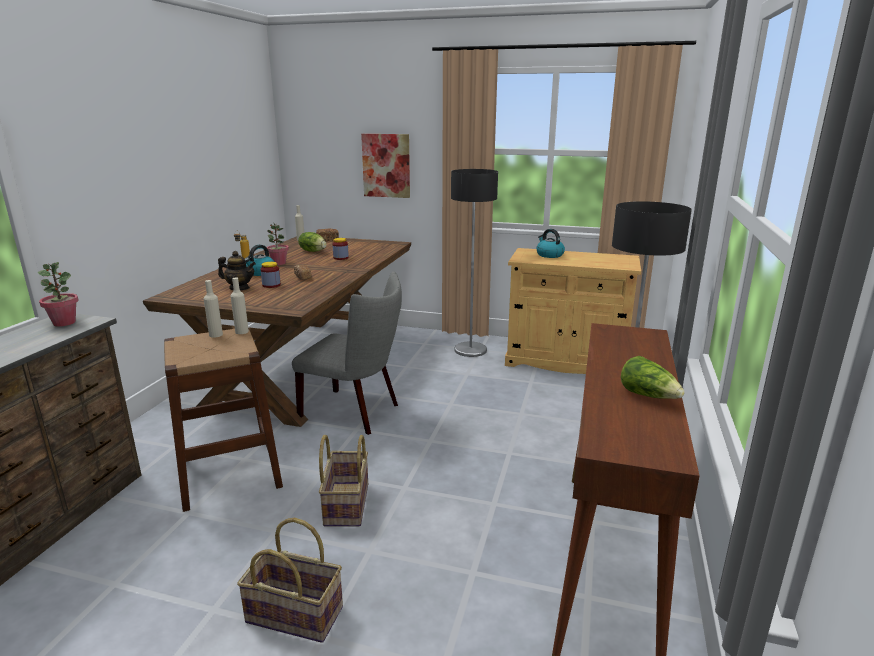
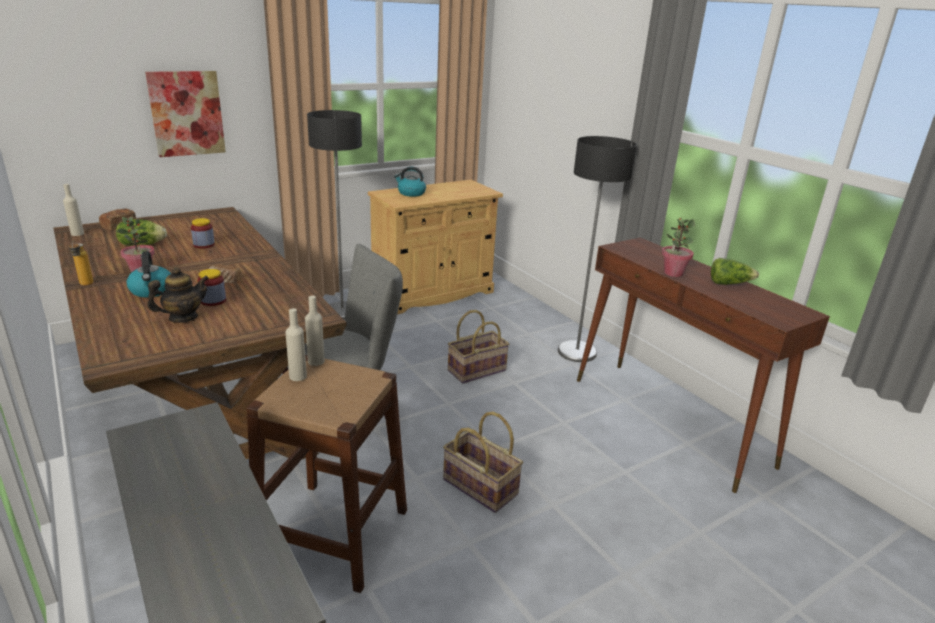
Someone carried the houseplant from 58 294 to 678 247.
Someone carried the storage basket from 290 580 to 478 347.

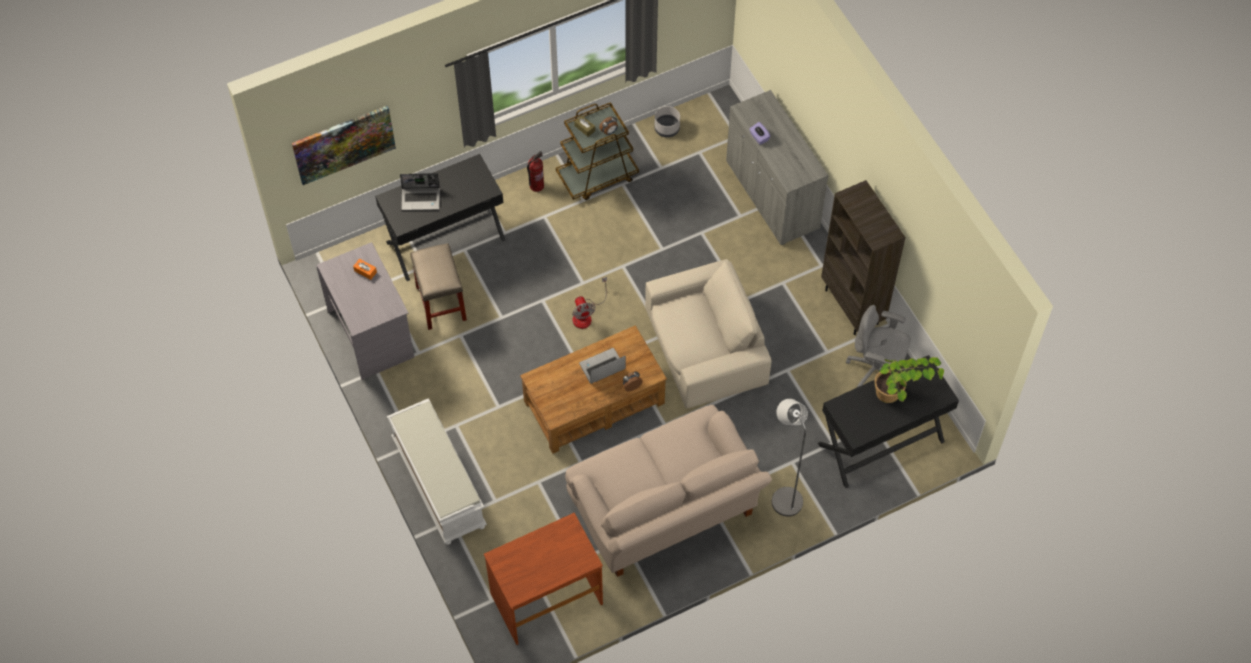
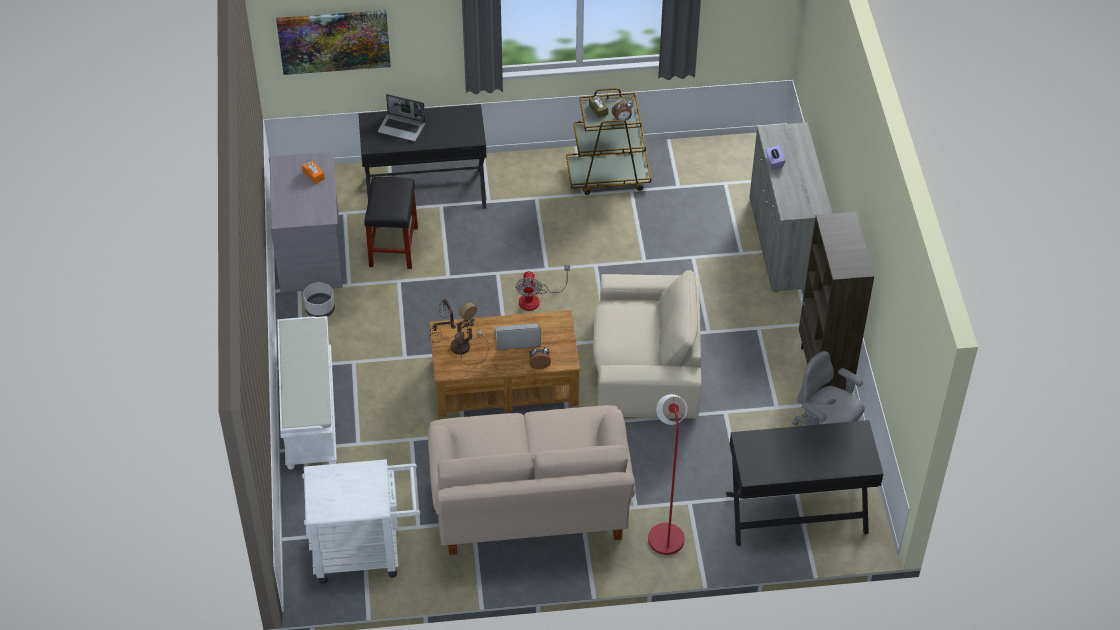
Someone took away the extinguisher at 535 171.
Someone took away the houseplant at 909 380.
Someone put down the table lamp at 459 331.
Someone carried the plant pot (gray) from 667 121 to 319 299.
Someone swapped the desk (brownish) at 543 579 for the cart (white-coloured) at 361 521.
Someone repainted the sitting stool (beige-coloured) at 438 286, which became the sitting stool (black-coloured) at 391 223.
Someone repainted the standard lamp (gray) at 790 457, which became the standard lamp (reddish) at 668 474.

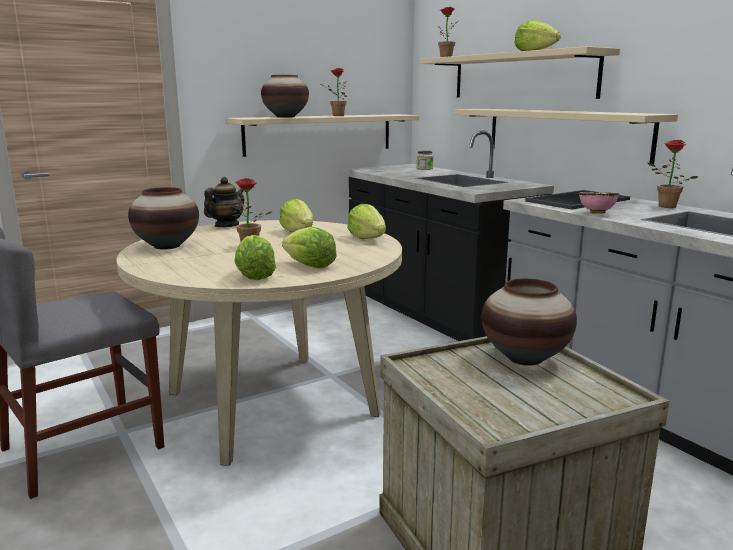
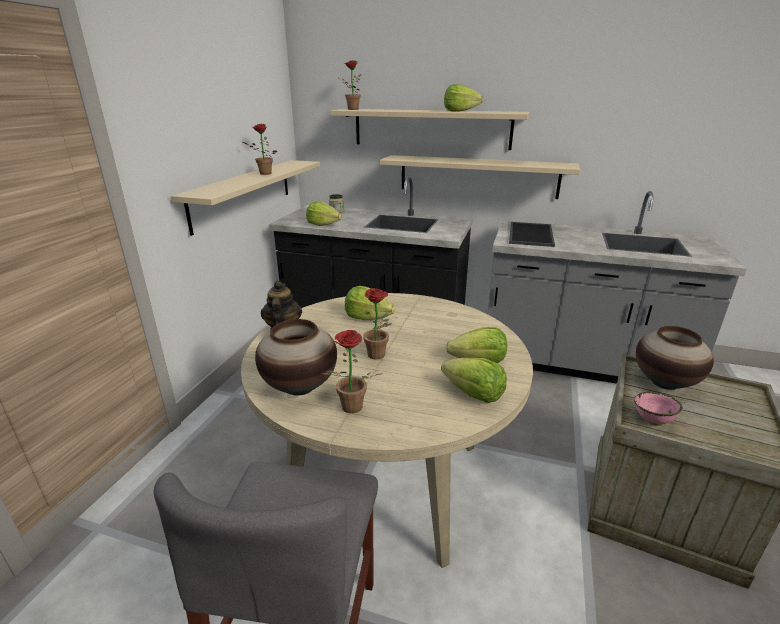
Someone took away the decorative vase at 285 96.
Someone carried the lettuce from 366 221 to 323 213.
Someone carried the bowl (pinkish) from 599 203 to 658 409.
Someone carried the houseplant from 673 174 to 351 371.

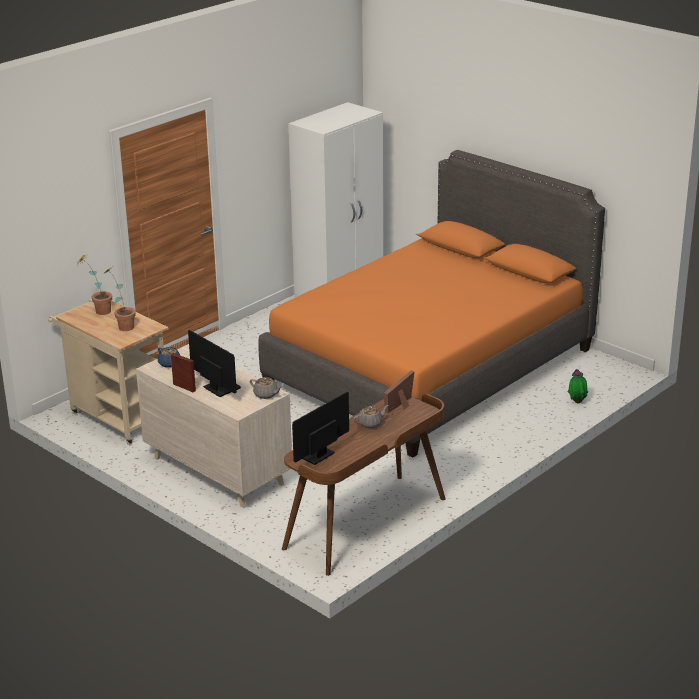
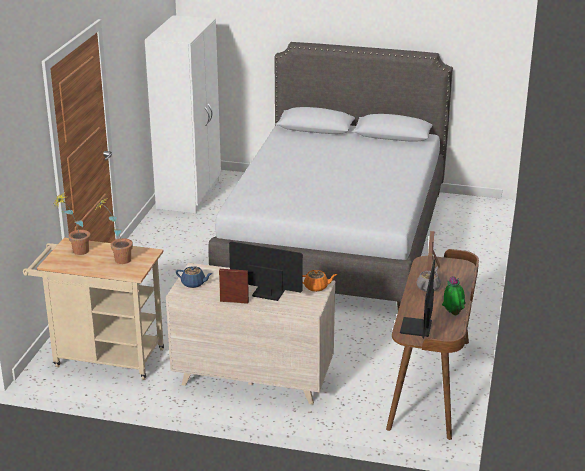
Someone carried the houseplant from 578 386 to 454 295.
Someone repainted the pot for tea (gray) at 266 388, which became the pot for tea (orange) at 319 281.
Someone repainted the bed (orange) at 431 304, which became the bed (gray) at 330 176.

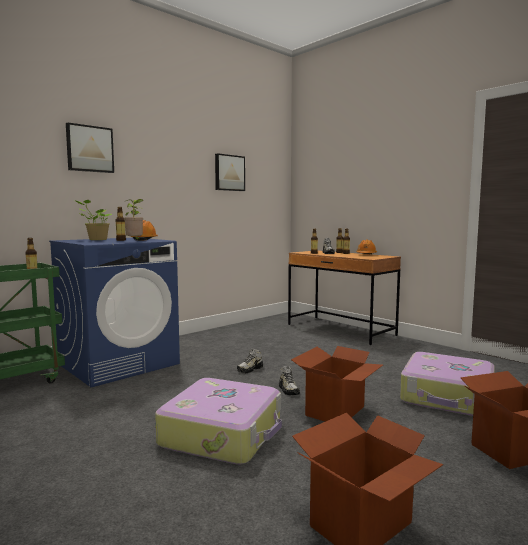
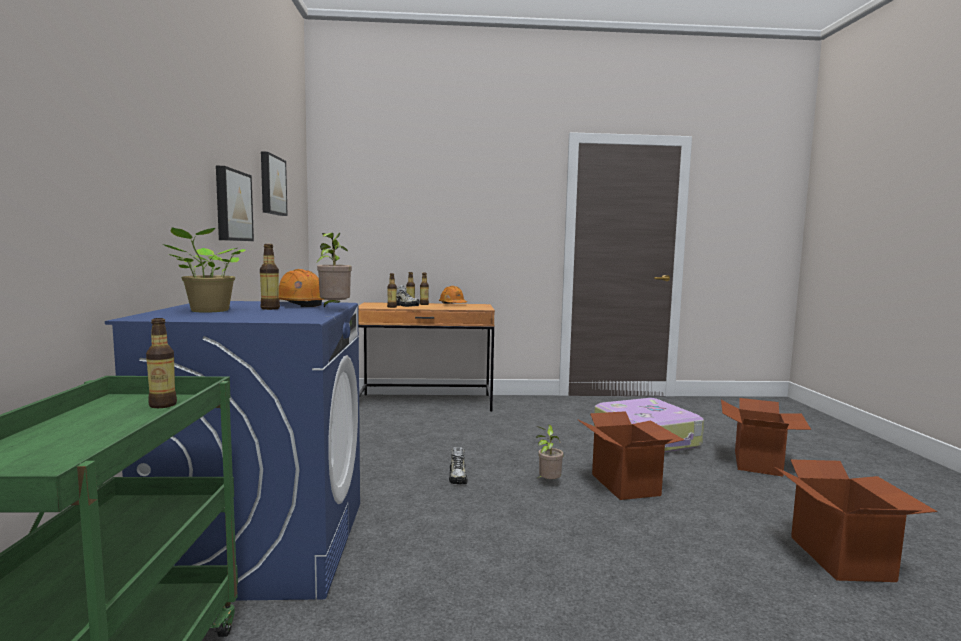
Someone took away the travel case at 218 421.
Someone carried the picture from 90 147 to 235 203.
Someone swapped the low shoe at 289 380 for the houseplant at 550 452.

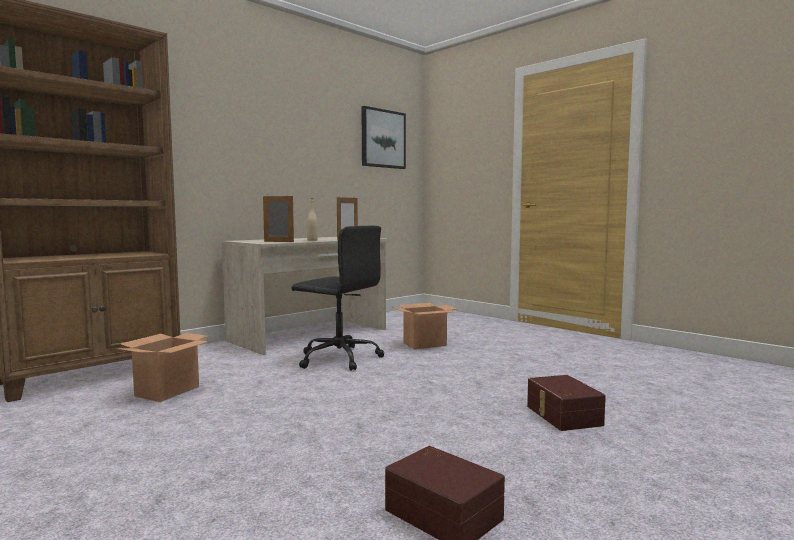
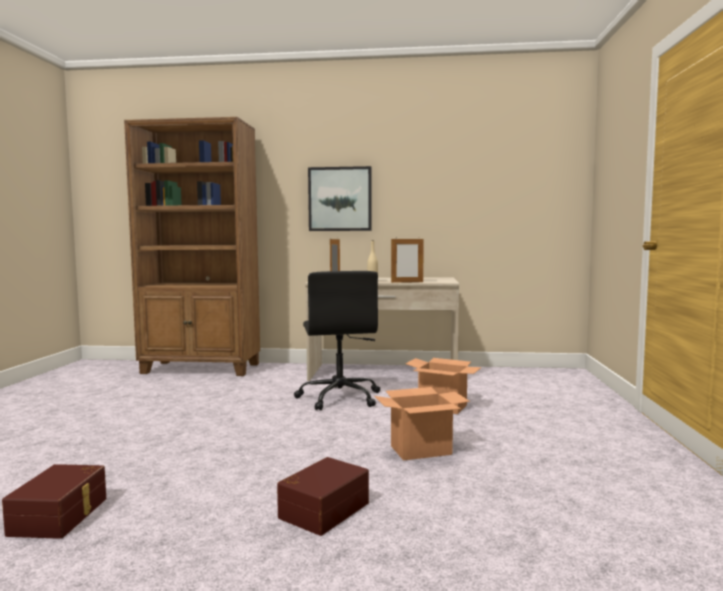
Someone carried the cardboard box from 163 367 to 422 424.
Someone carried the picture from 383 137 to 340 198.

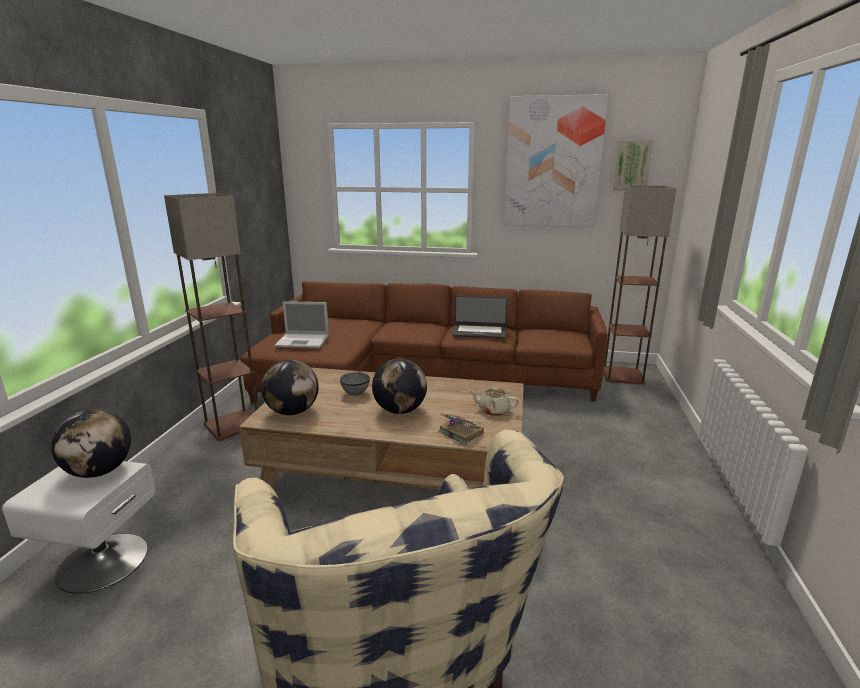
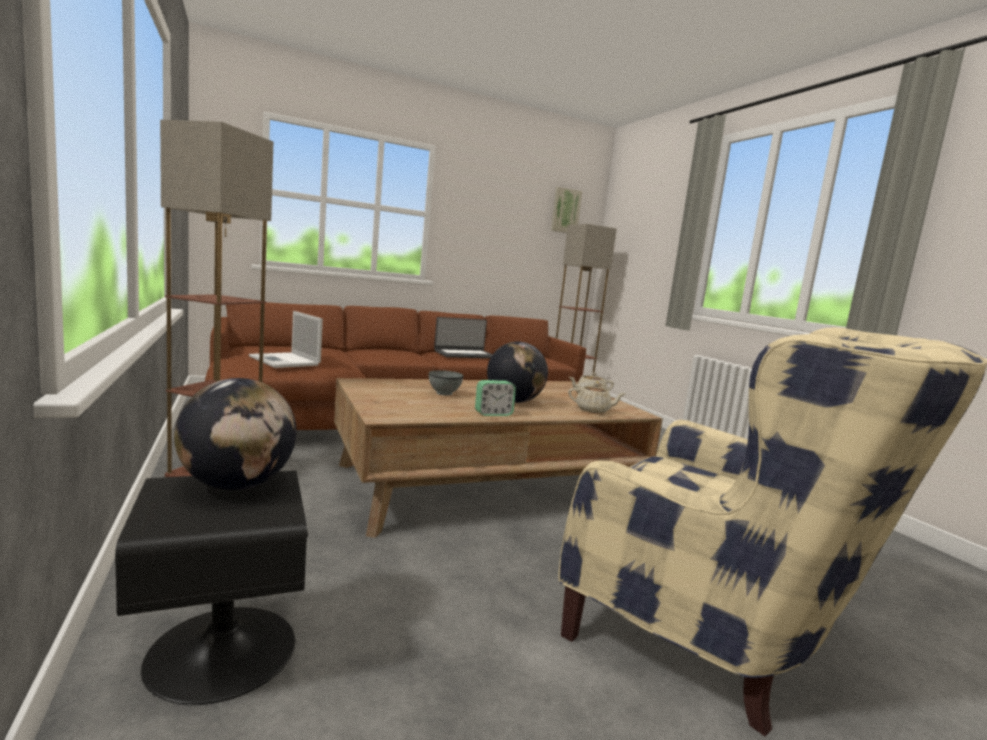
Someone took away the world globe at 290 387.
Someone took away the picture at 556 160.
Someone put down the table clock at 495 398.
Someone swapped the bound book at 461 429 for the pot for tea (beige-coloured) at 597 398.
Someone repainted the bedside table (white-coloured) at 79 527, which became the bedside table (black-coloured) at 211 588.
Someone rotated the notebook computer at 301 324 by 75 degrees clockwise.

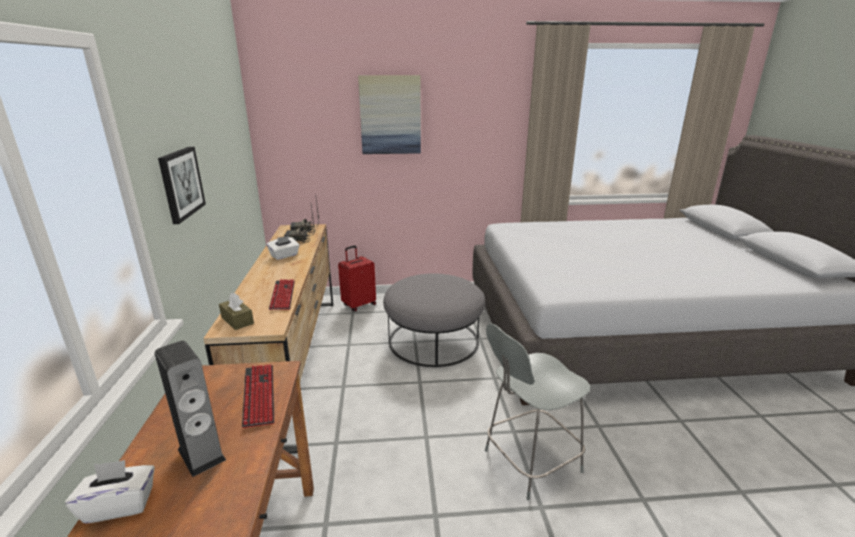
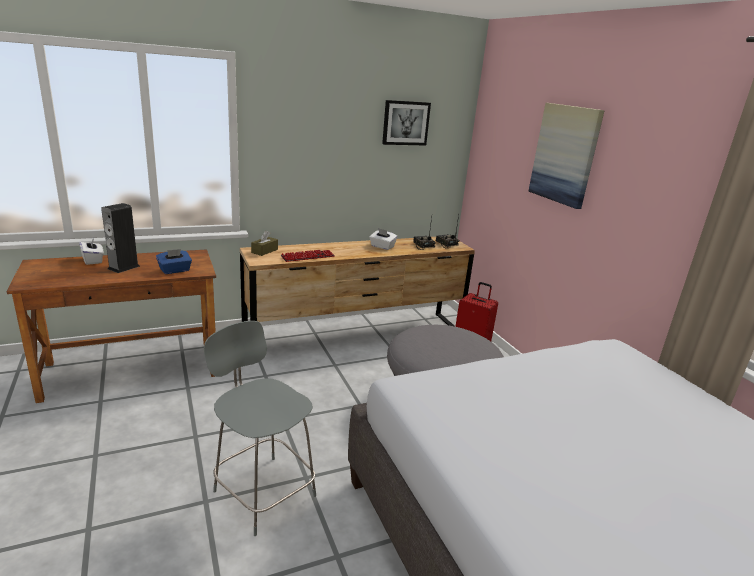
Someone carried the picture from 182 185 to 406 123.
Someone swapped the keyboard at 258 396 for the tissue box (blue-coloured) at 174 261.

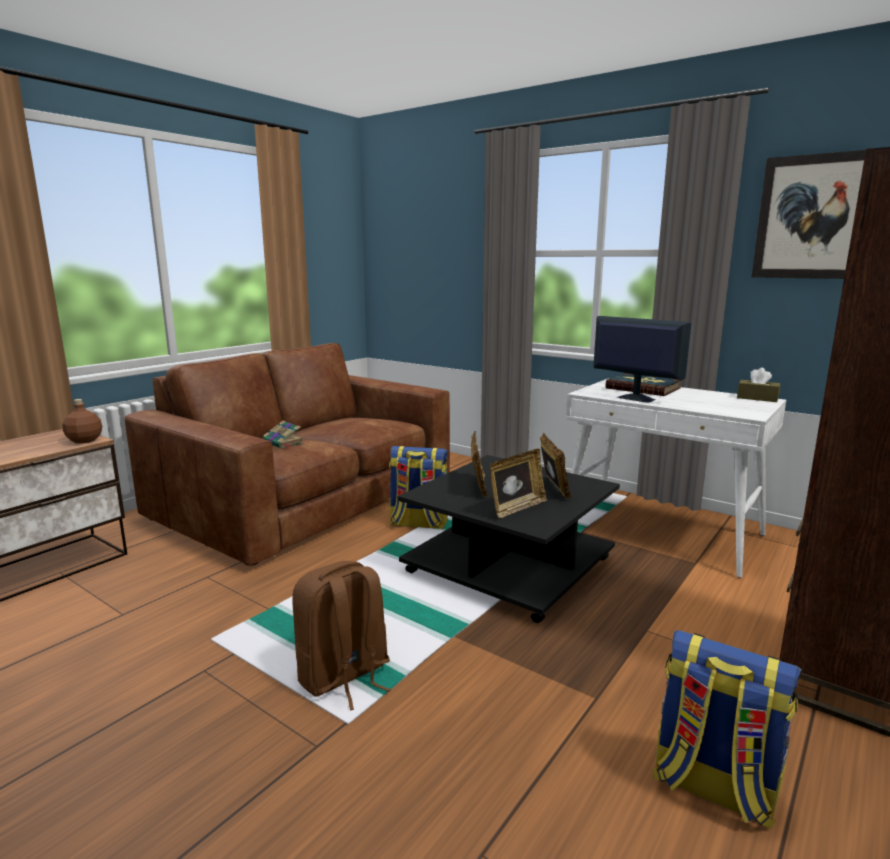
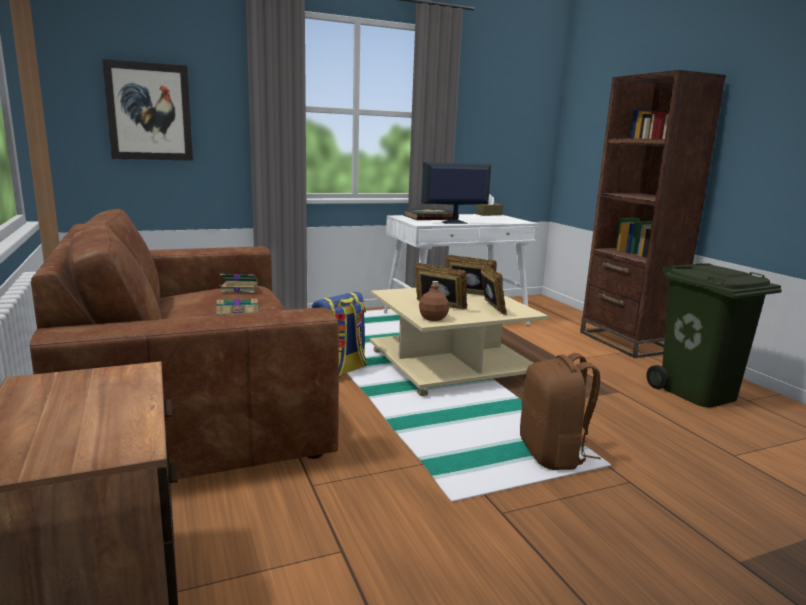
Someone put down the bound book at 238 283.
Someone carried the bottle (brownish) from 82 421 to 434 301.
Someone carried the picture from 808 214 to 147 110.
Someone swapped the knapsack at 727 729 for the rubbish bin (greenish) at 714 335.
Someone repainted the lounge table (black-coloured) at 509 539, which became the lounge table (beige-coloured) at 459 342.

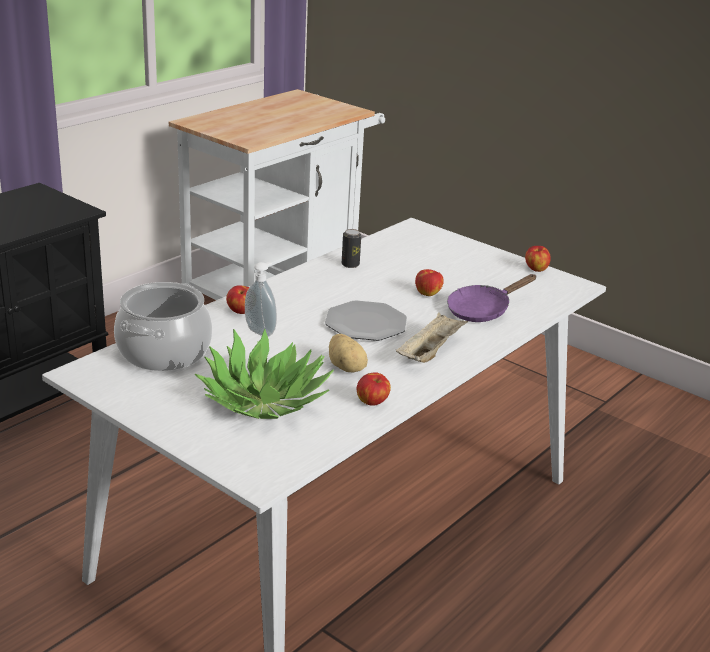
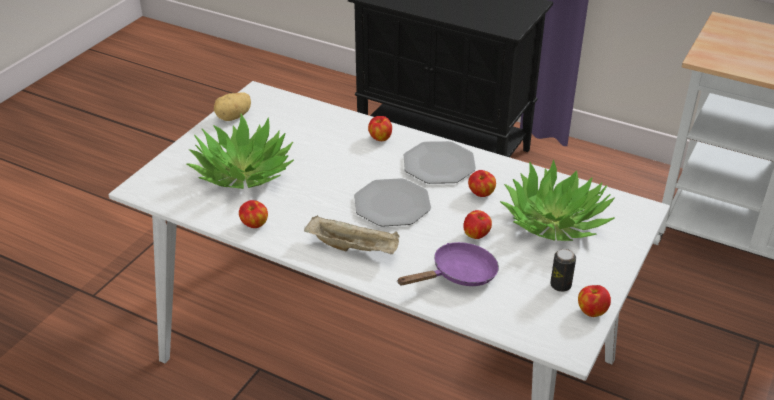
Someone took away the cooking pot at 163 326.
Someone took away the soap bottle at 261 299.
Someone put down the flat dish at 440 162.
Someone put down the apple at 482 183.
Someone put down the houseplant at 557 200.
Someone carried the whole potato from 348 353 to 232 106.
Someone carried the can from 351 248 to 563 270.
Someone rotated the skillet (purplish) at 492 298 by 105 degrees clockwise.

